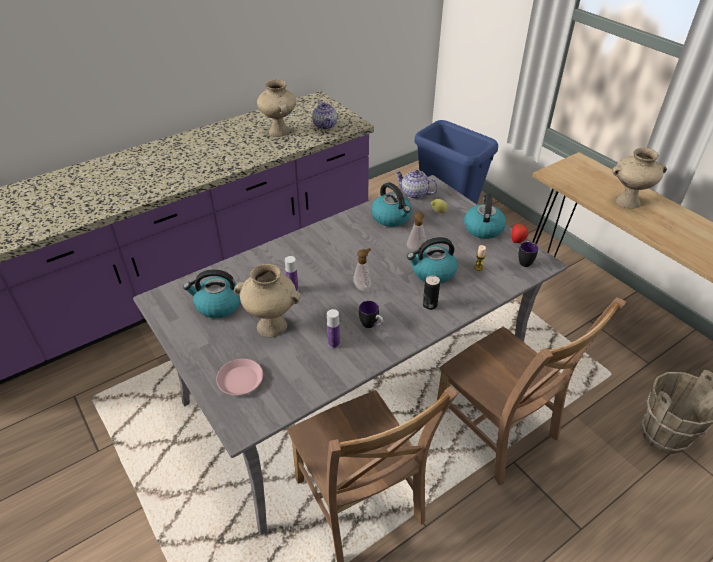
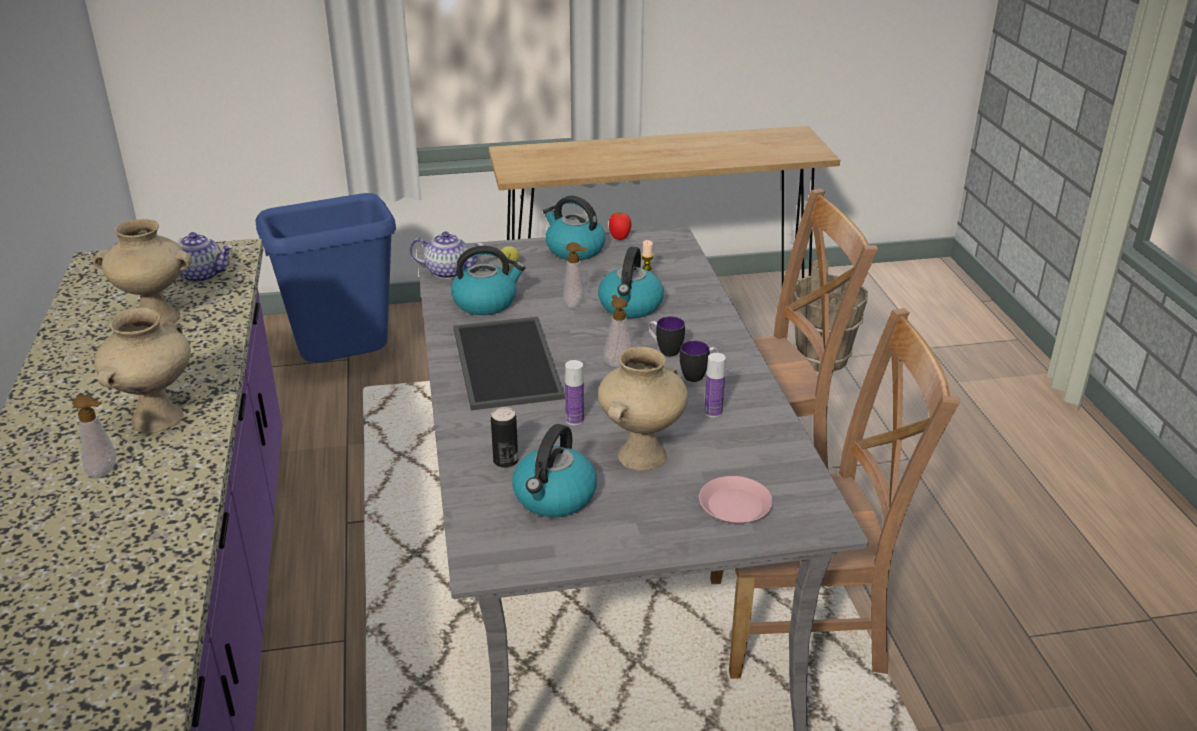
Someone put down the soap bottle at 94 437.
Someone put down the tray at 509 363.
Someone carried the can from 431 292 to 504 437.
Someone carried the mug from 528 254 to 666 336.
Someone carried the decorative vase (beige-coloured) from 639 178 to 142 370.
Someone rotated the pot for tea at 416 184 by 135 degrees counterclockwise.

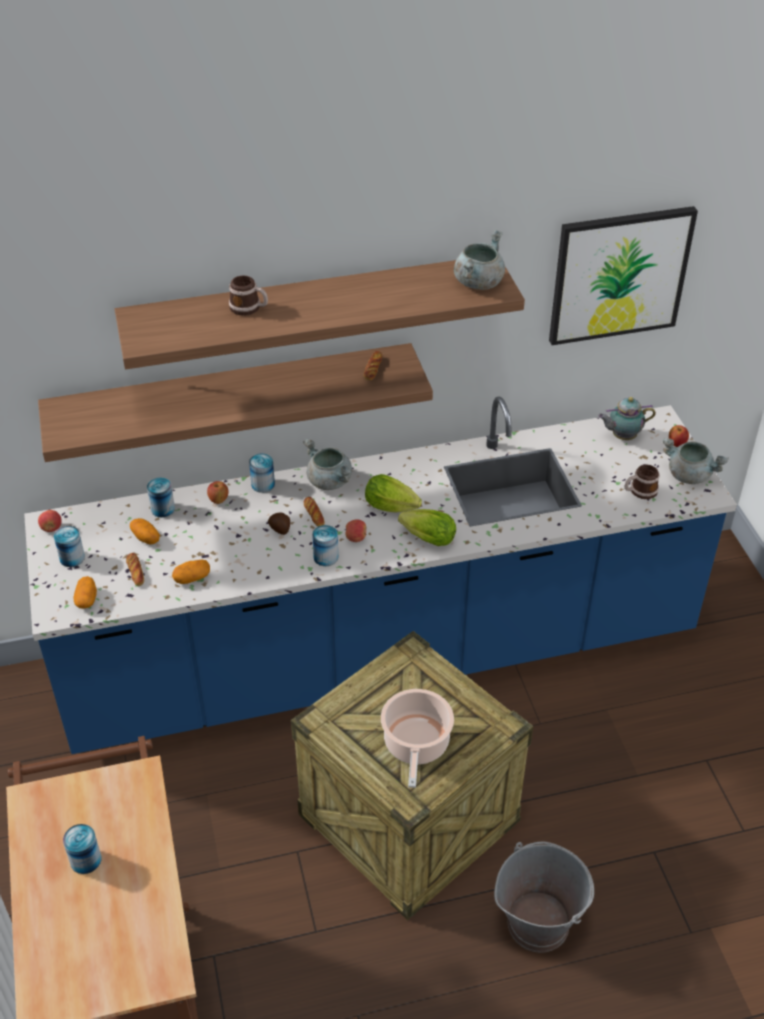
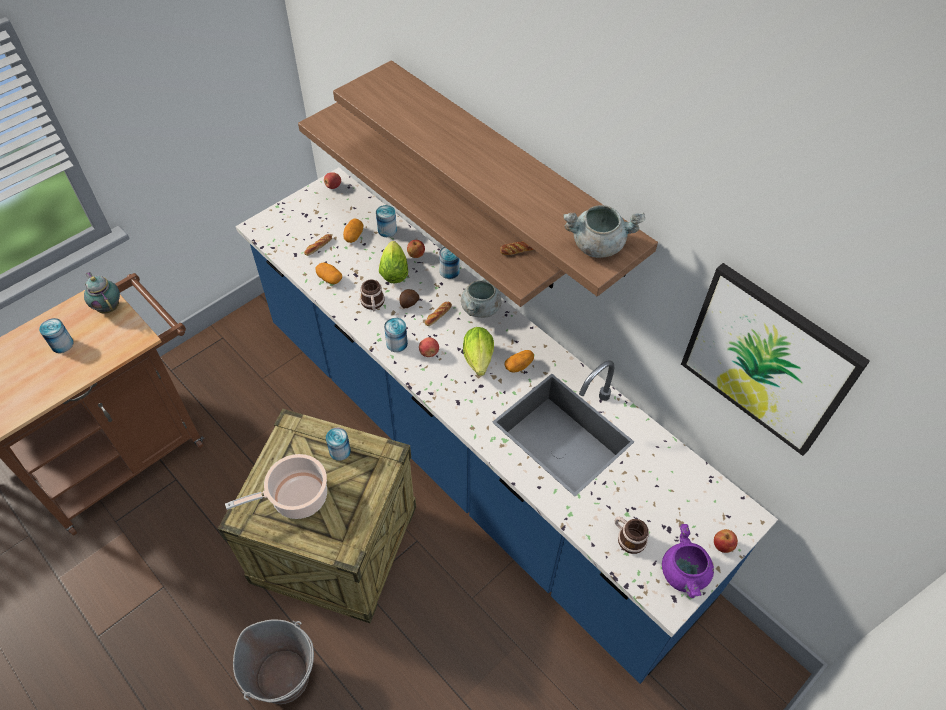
Someone carried the can from 69 546 to 338 444.
Someone carried the whole potato from 85 592 to 519 361.
Someone carried the mug from 248 295 to 372 295.
Someone carried the lettuce from 427 527 to 393 262.
Someone carried the pot for tea from 627 418 to 102 293.
Someone repainted the cooking pot (gray) at 696 461, which became the cooking pot (purplish) at 688 561.

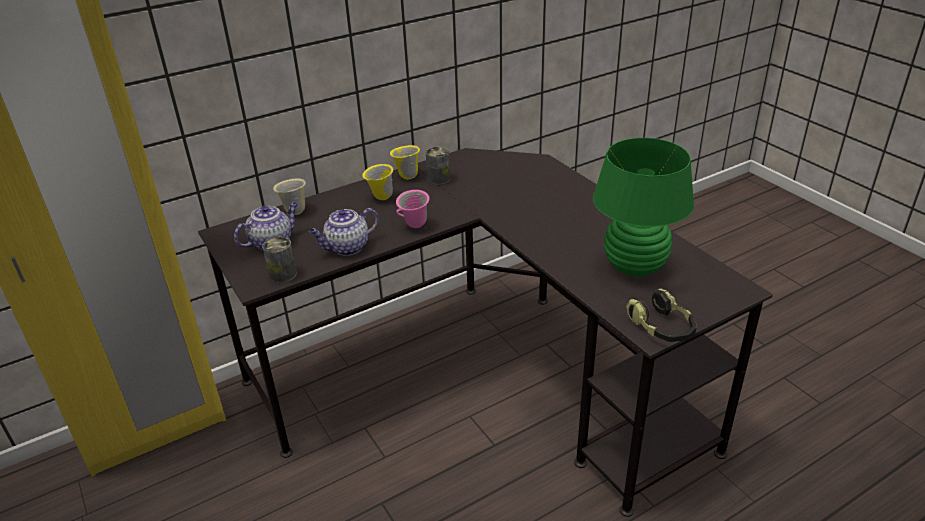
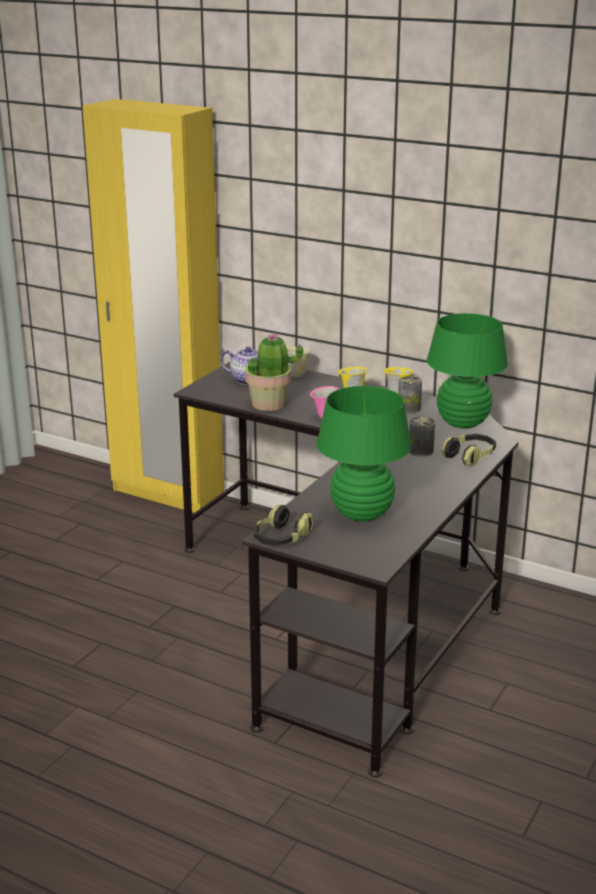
Someone put down the table lamp (greenish) at 467 370.
Someone put down the headset at 468 450.
Someone carried the can from 279 260 to 422 436.
Someone swapped the pot for tea at 344 232 for the houseplant at 274 372.

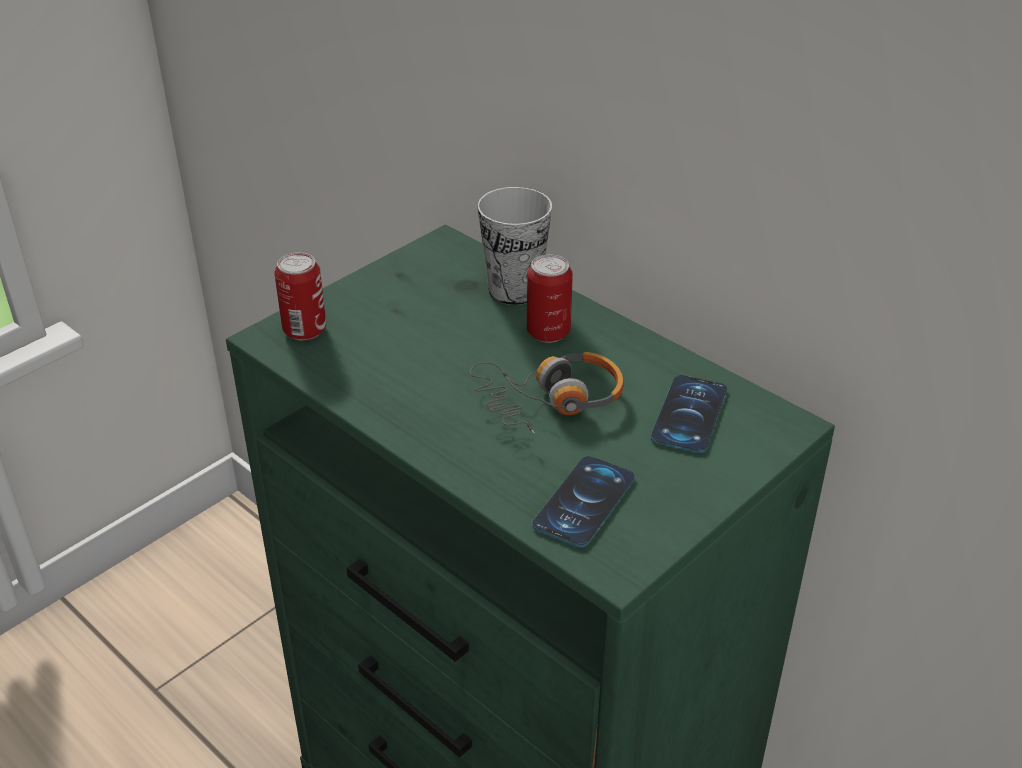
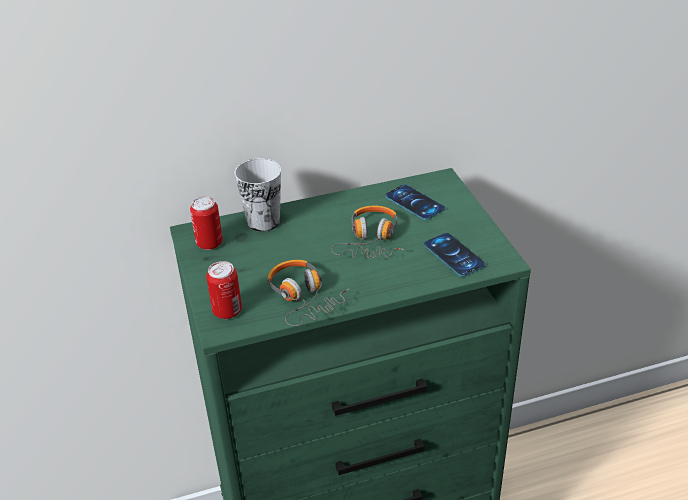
Someone put down the headset at 308 293.
Someone carried the can from 550 299 to 206 223.

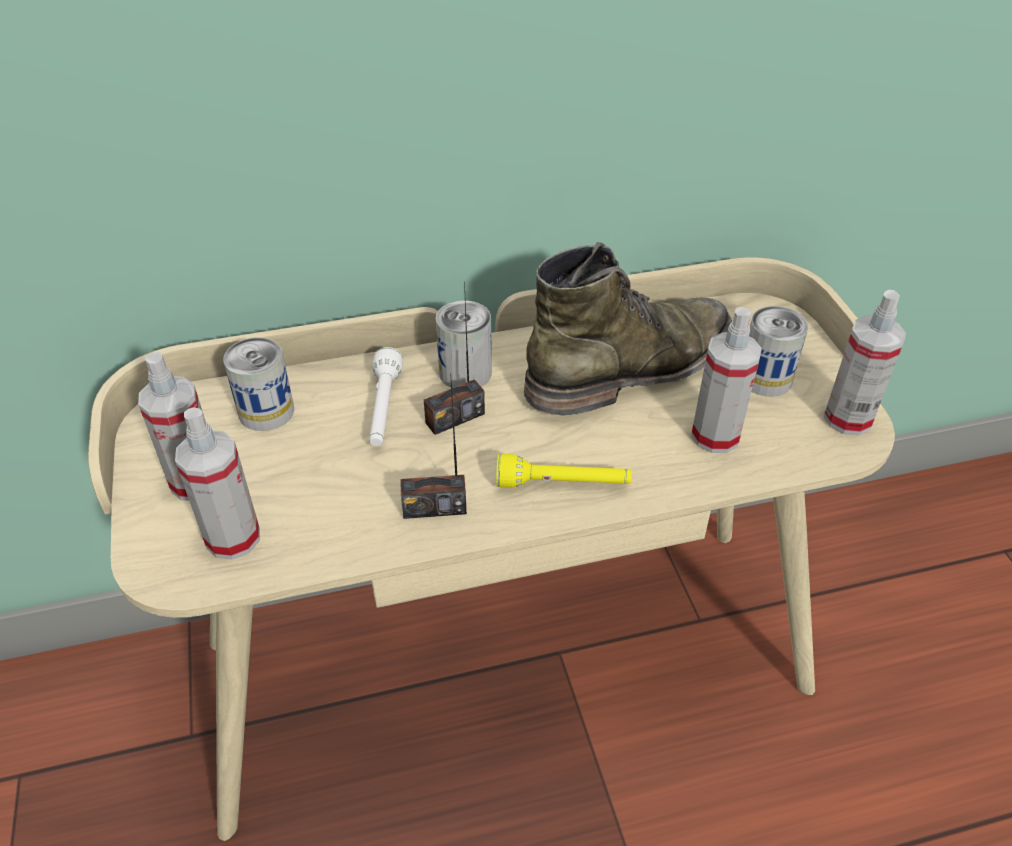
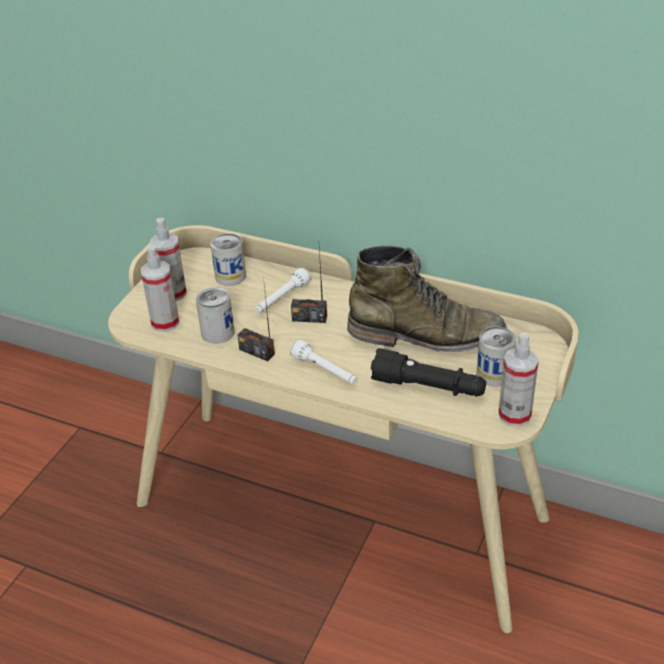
Someone carried the can from 464 344 to 215 315.
Someone swapped the hand sprayer at 726 380 for the hand torch (black-coloured) at 428 372.
Someone repainted the hand torch (yellow) at 564 471, which became the hand torch (white-coloured) at 323 361.

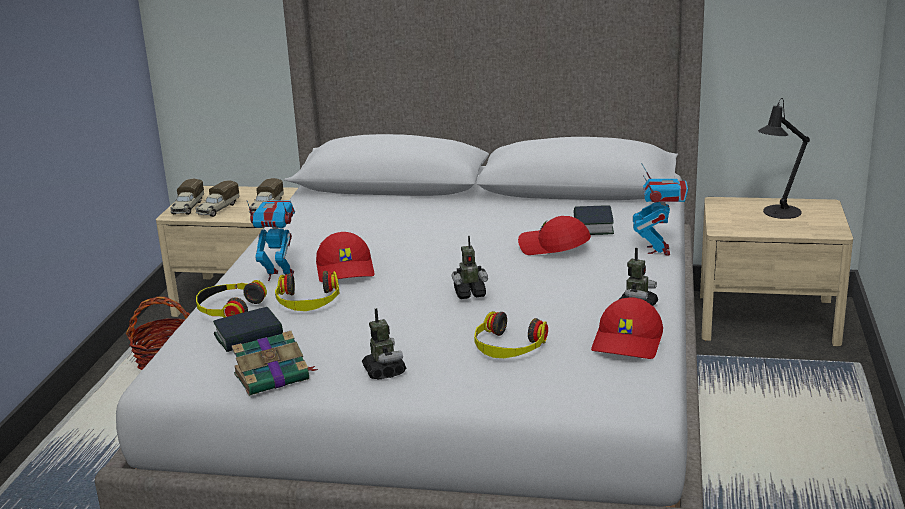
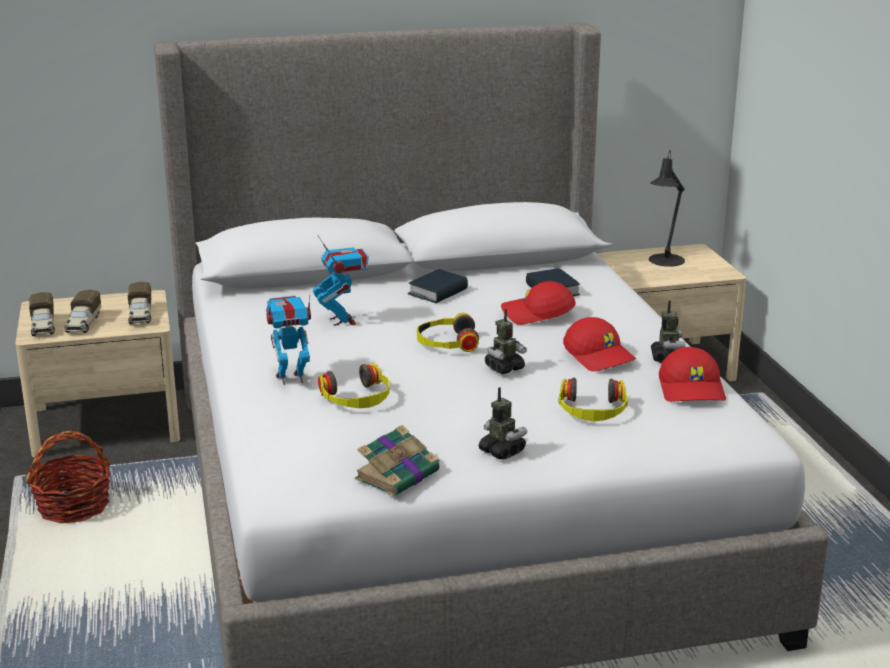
Someone carried the headset from 231 299 to 448 332.
Someone carried the bound book from 248 329 to 438 286.
Someone carried the baseball cap (reddish) from 345 257 to 599 344.
Someone carried the toy robot from 660 209 to 341 280.

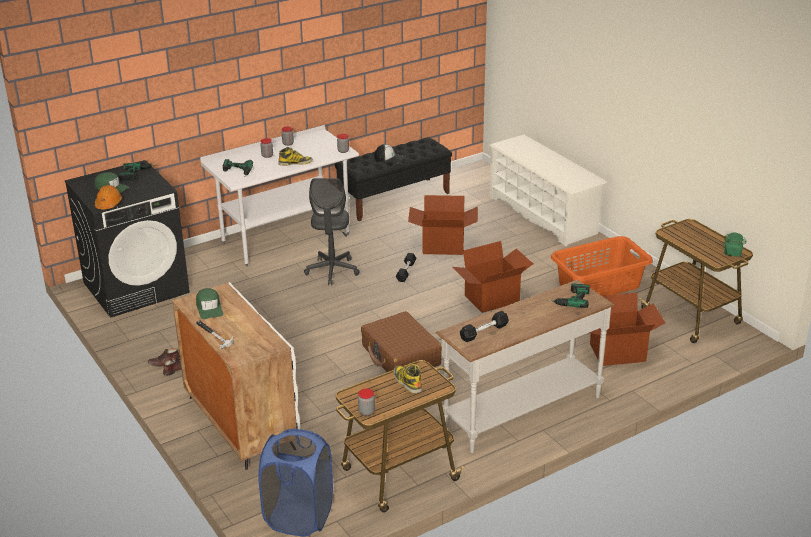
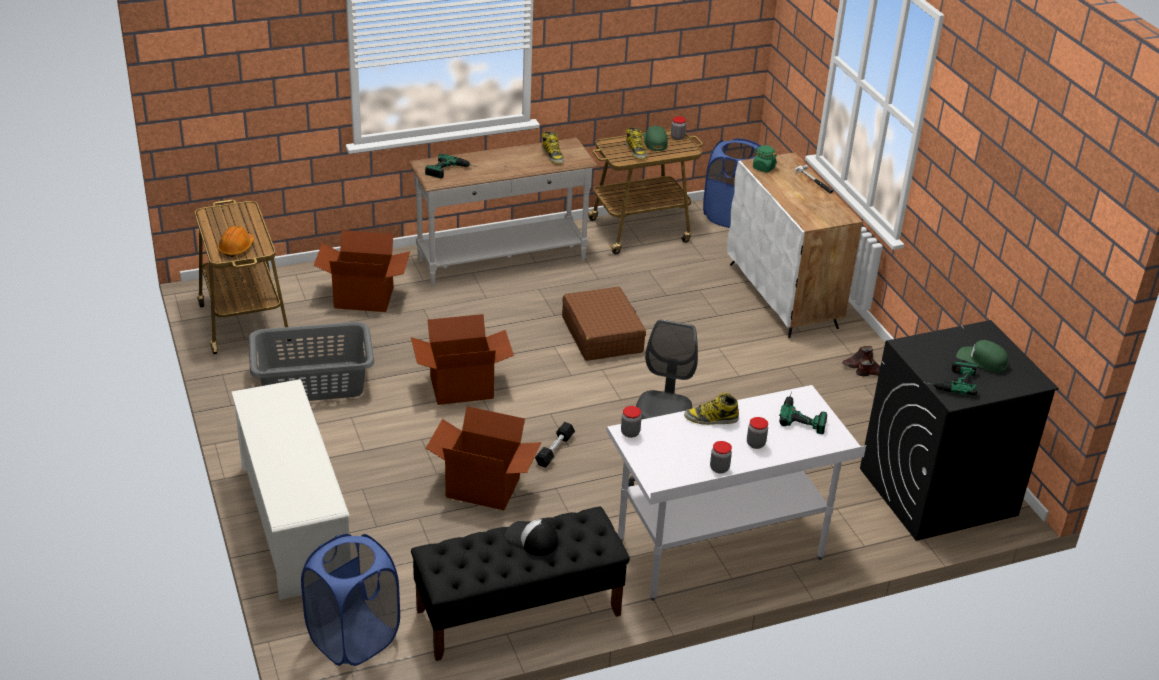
Someone put down the hamper (blue-coloured) at 350 600.
Someone carried the hard hat (orange) from 108 197 to 236 241.
Someone carried the baseball cap (greenish) from 209 303 to 655 138.
Someone carried the jar (greenish) from 735 245 to 765 158.
Someone swapped the hand weight (black-coloured) at 484 326 for the high-top boot at 553 147.
Someone repainted the hamper (orange) at 602 266, which became the hamper (gray) at 311 361.

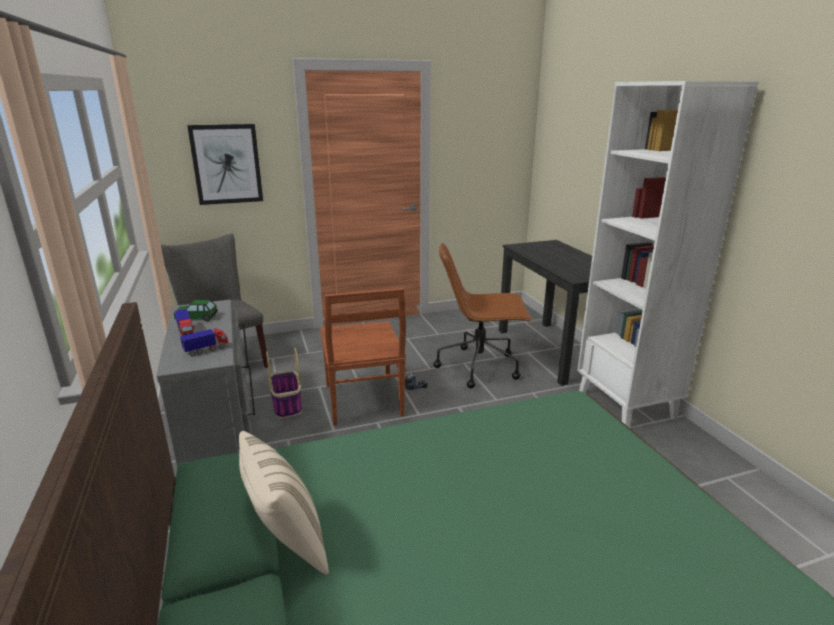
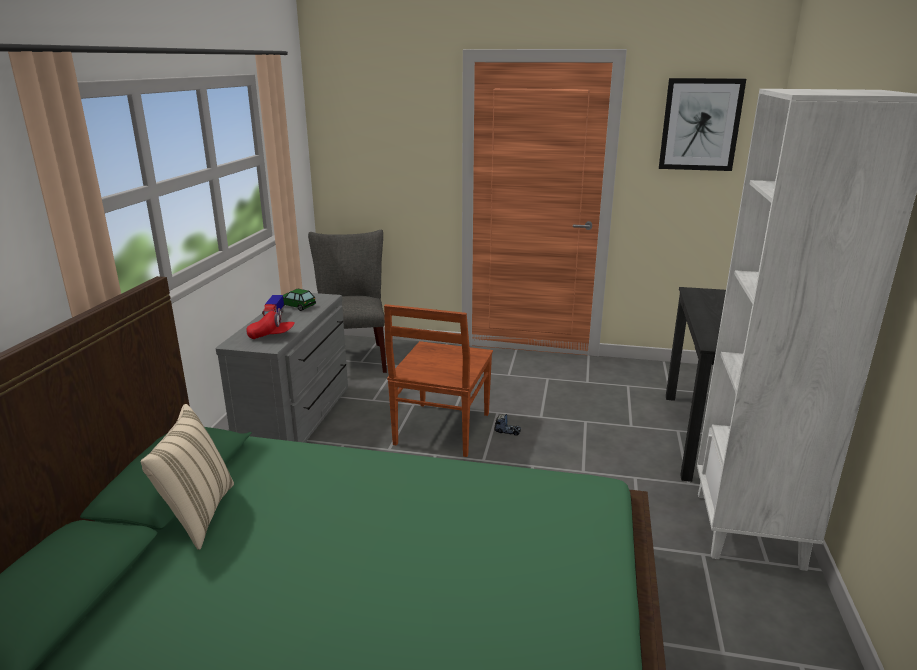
Someone took away the storage basket at 284 383.
Someone took away the computer chair (brownish) at 482 315.
Someone carried the picture from 225 164 to 702 124.
Someone swapped the toy truck at 204 342 for the baseball cap (reddish) at 270 323.

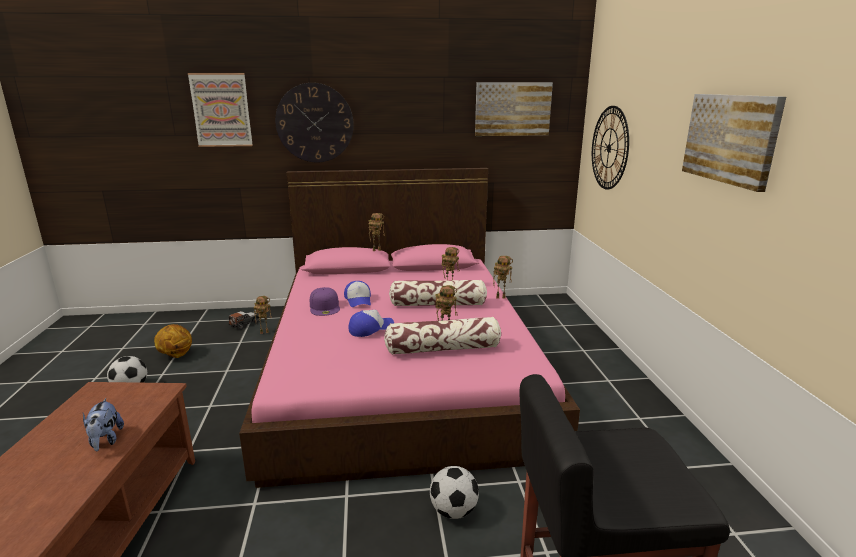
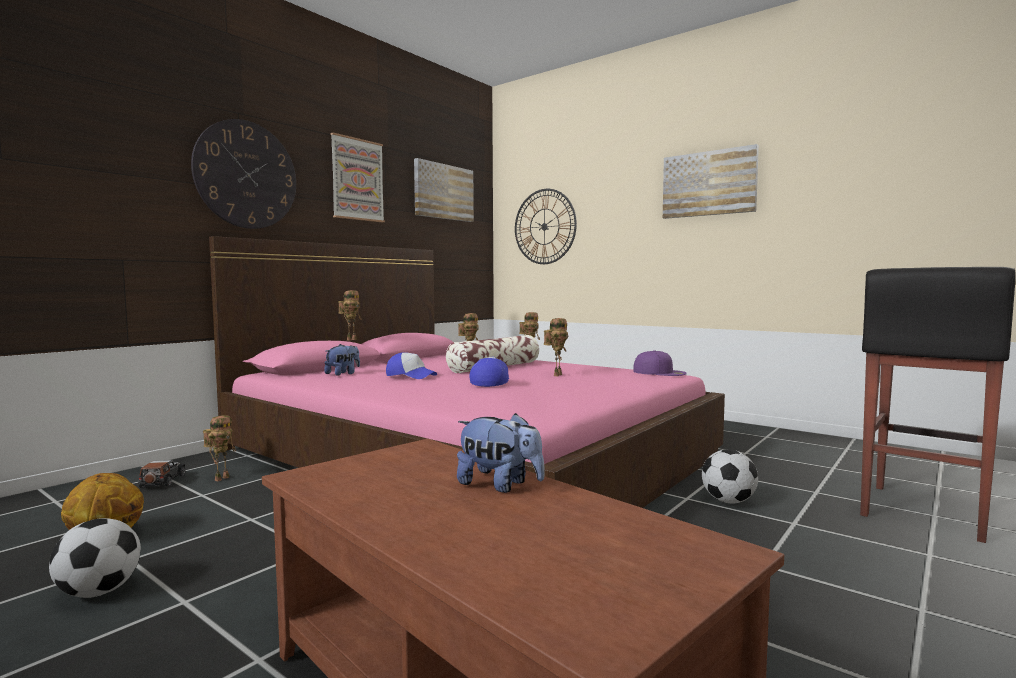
Someone took away the throw pillow at 442 336.
Someone put down the cuddly toy at 342 360.
Someone carried the picture from 220 110 to 357 177.
Someone carried the baseball cap (purplish) from 325 301 to 660 363.

